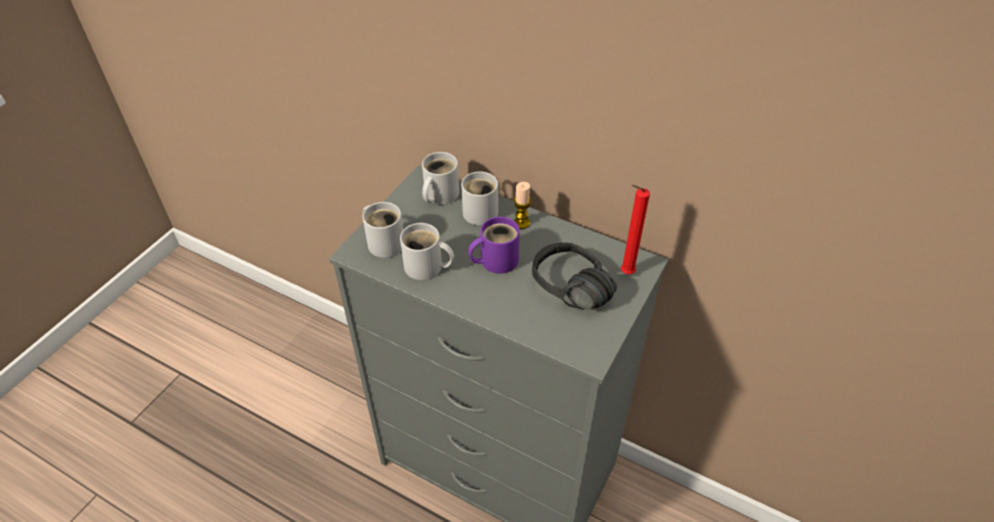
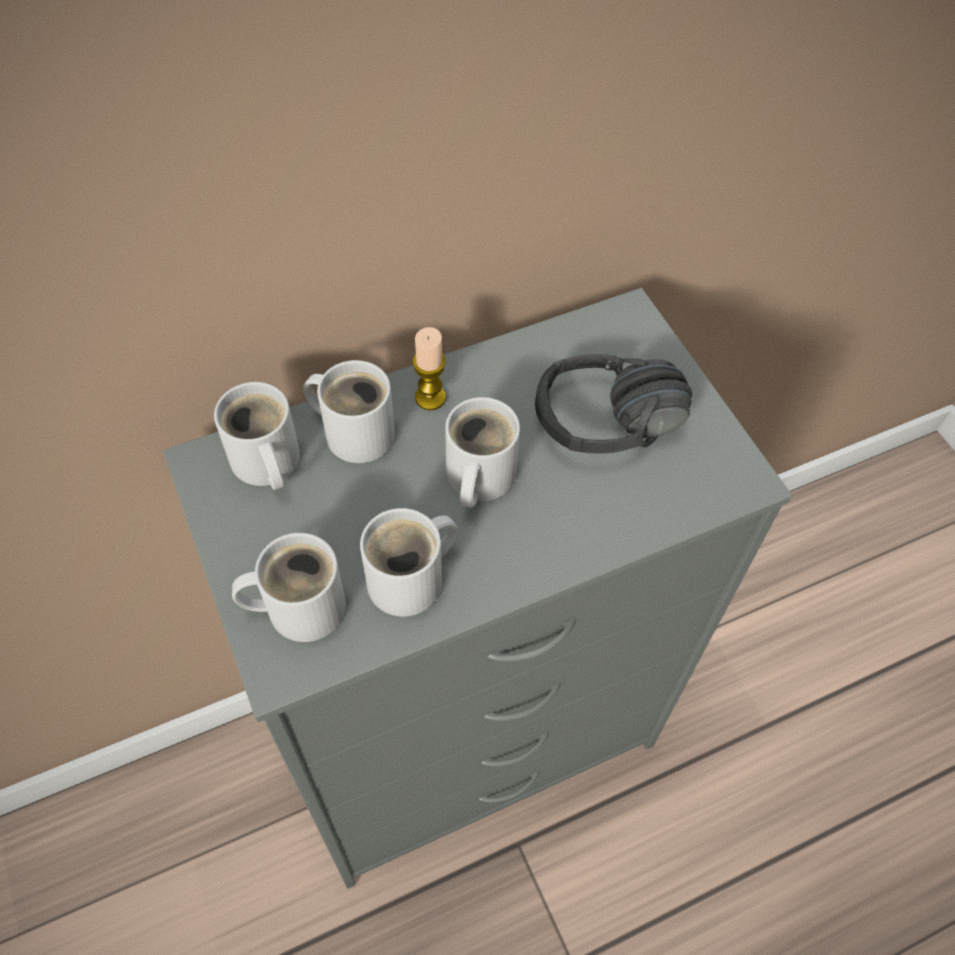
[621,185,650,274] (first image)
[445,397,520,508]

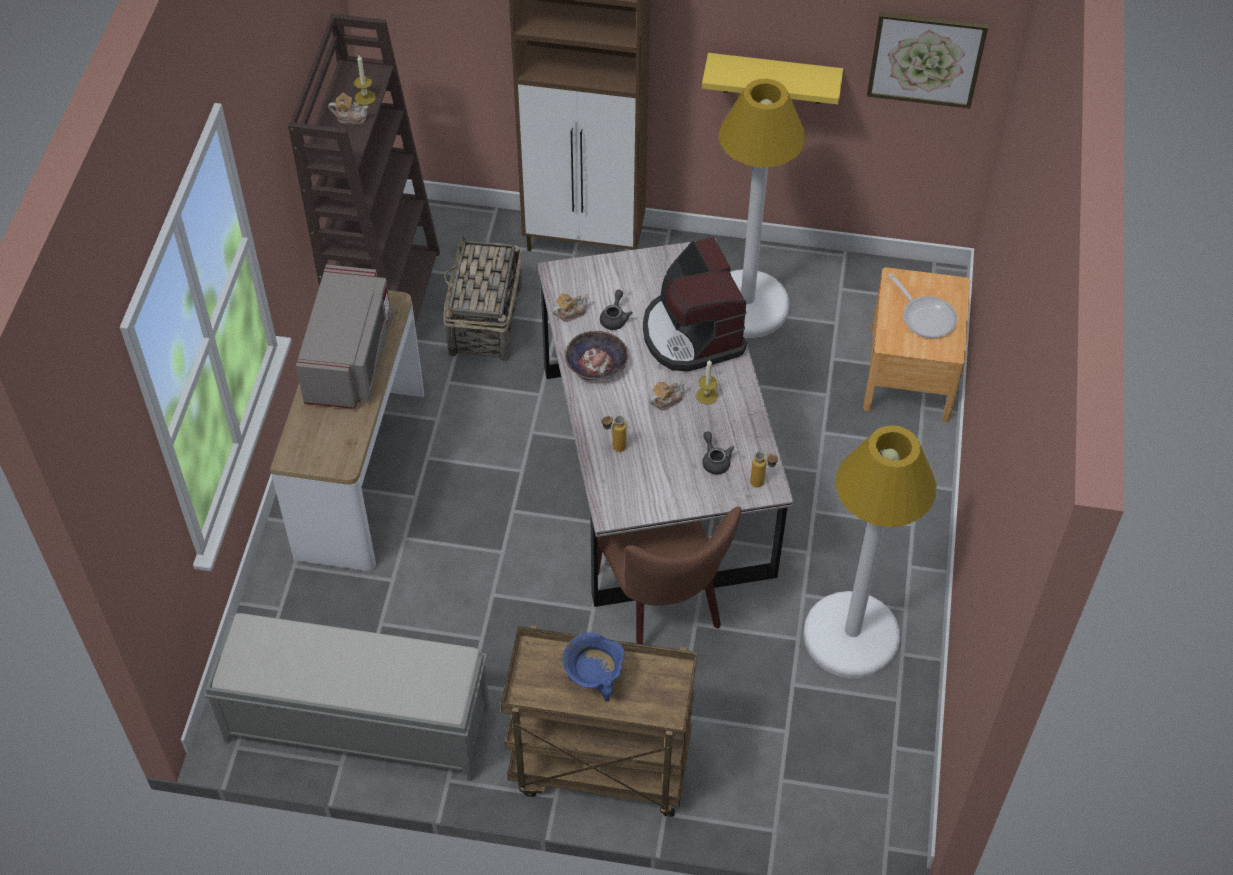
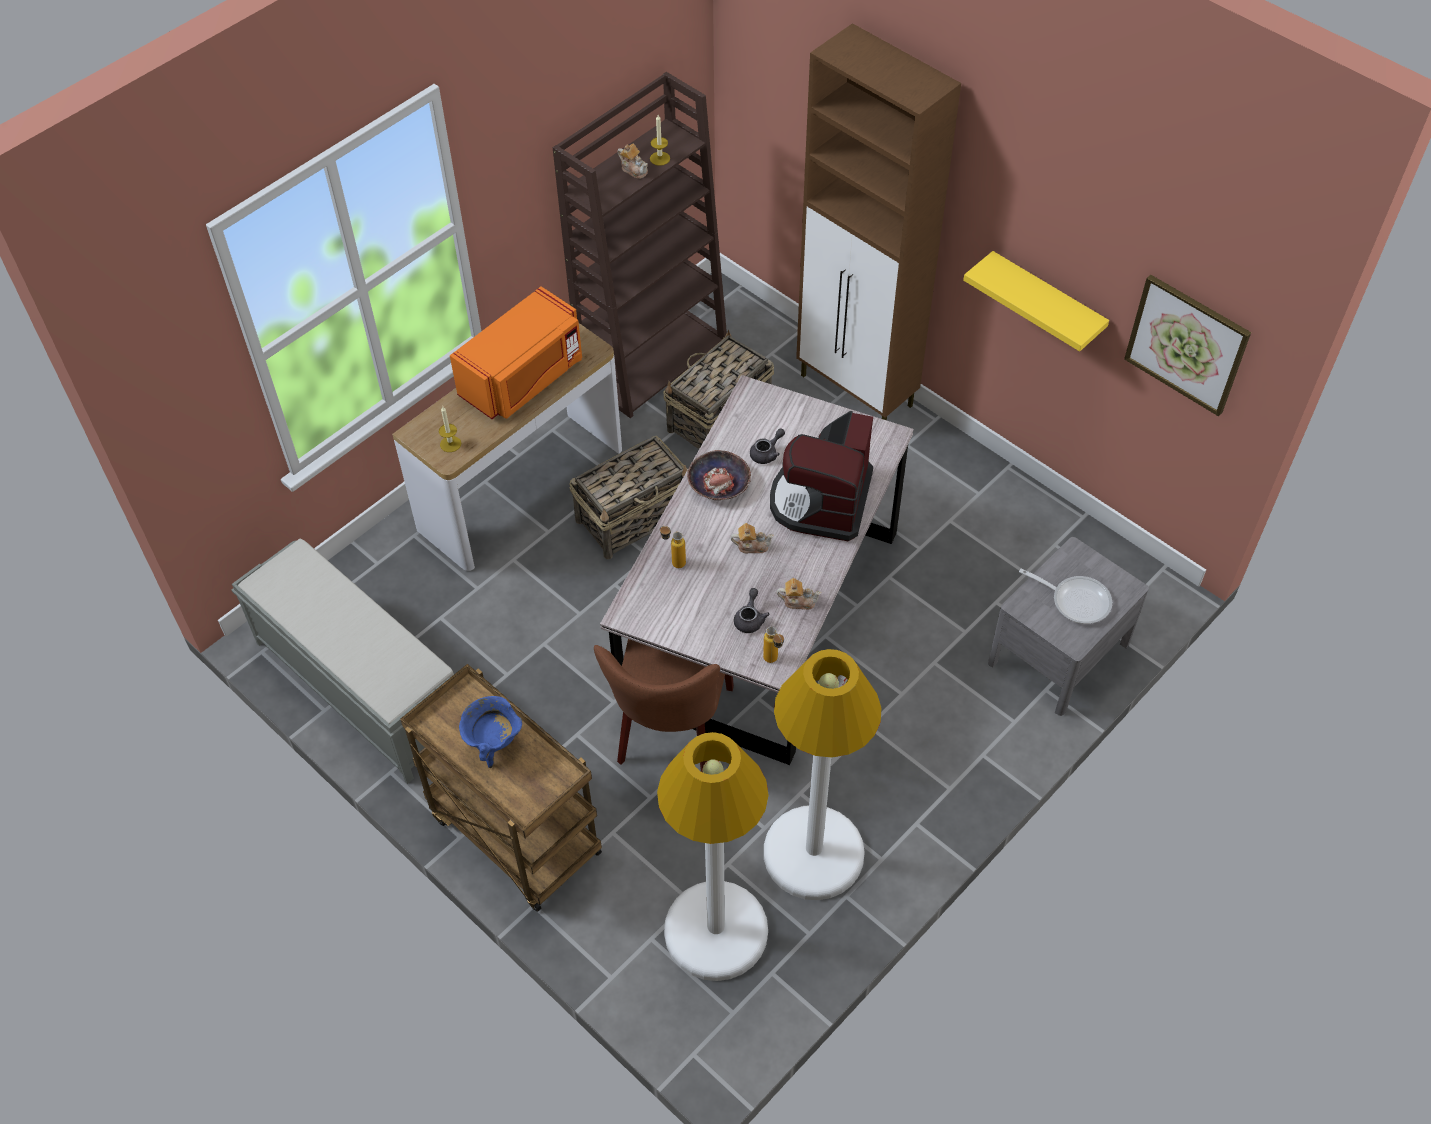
[657,732,769,981]
[450,286,582,419]
[988,537,1149,716]
[1019,569,1112,624]
[777,578,821,610]
[439,407,461,452]
[569,435,688,559]

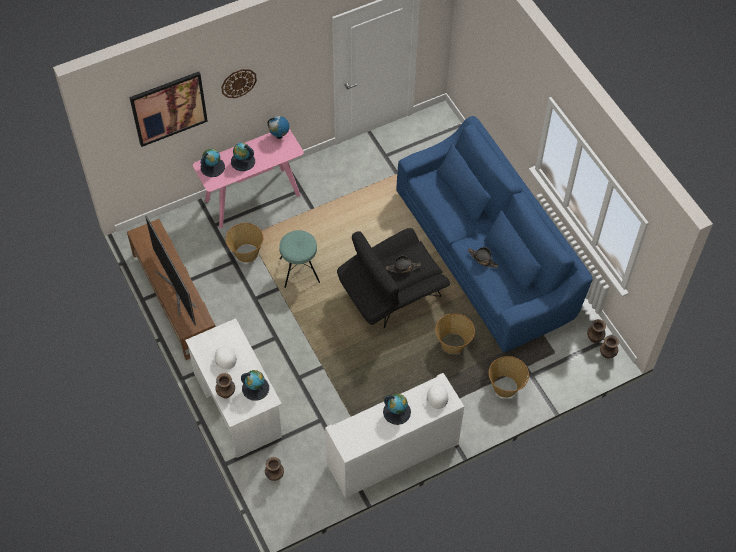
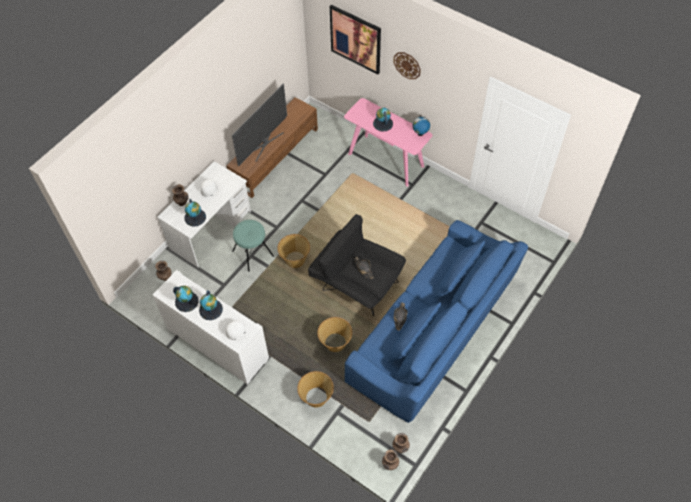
[173,286,199,312]
[277,234,310,268]
[232,220,274,272]

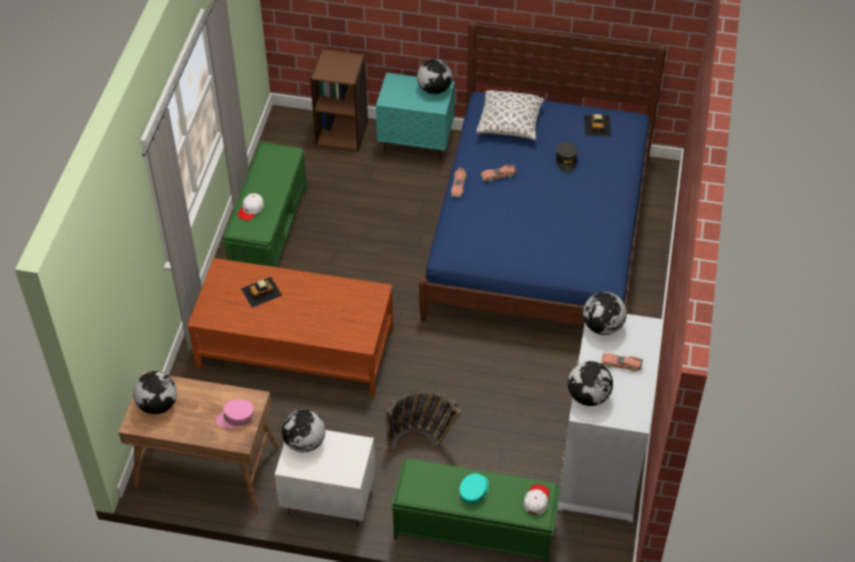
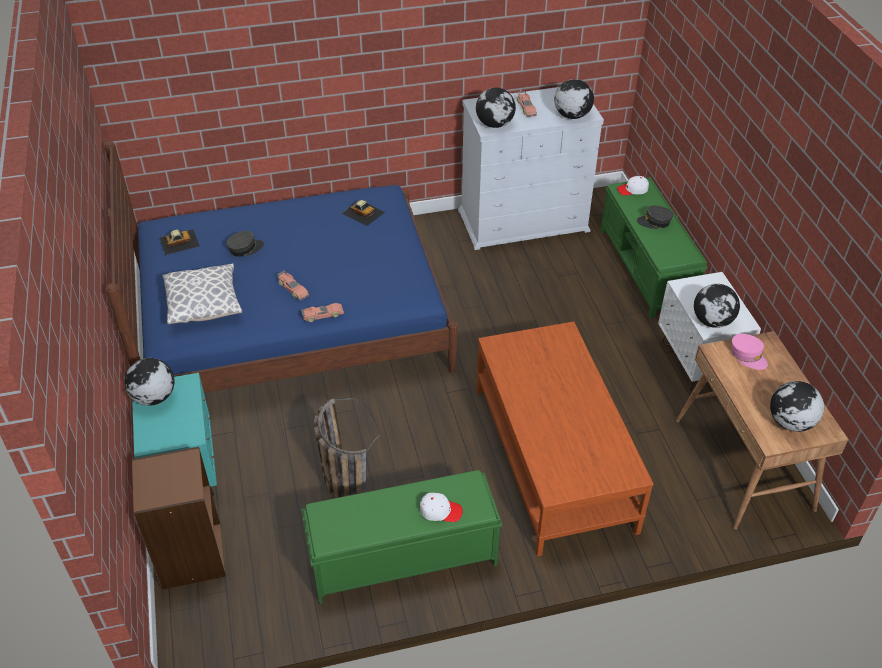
[342,200,385,226]
[314,397,380,498]
[637,206,673,229]

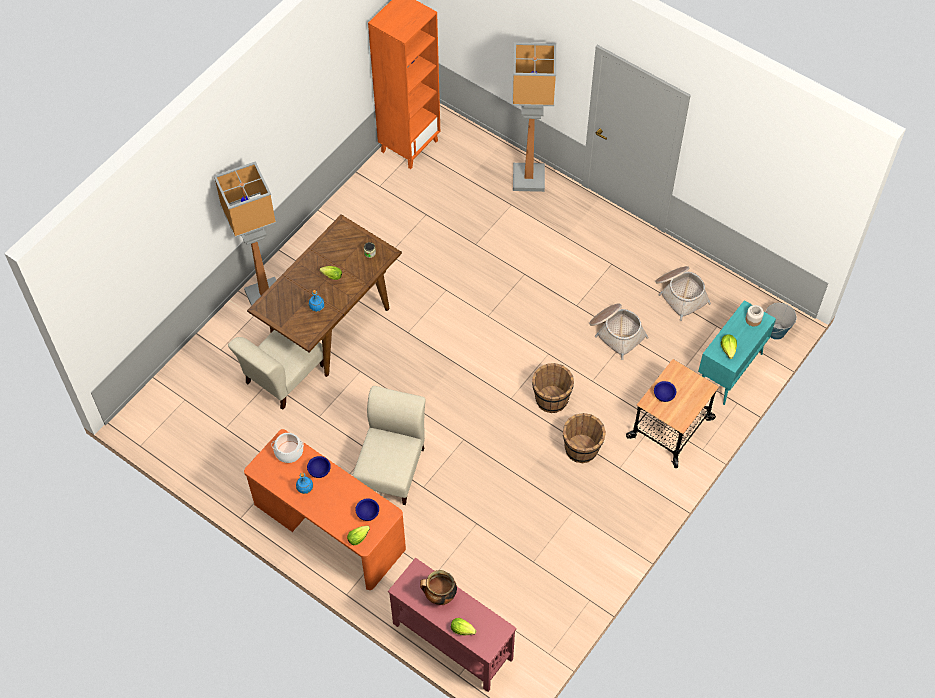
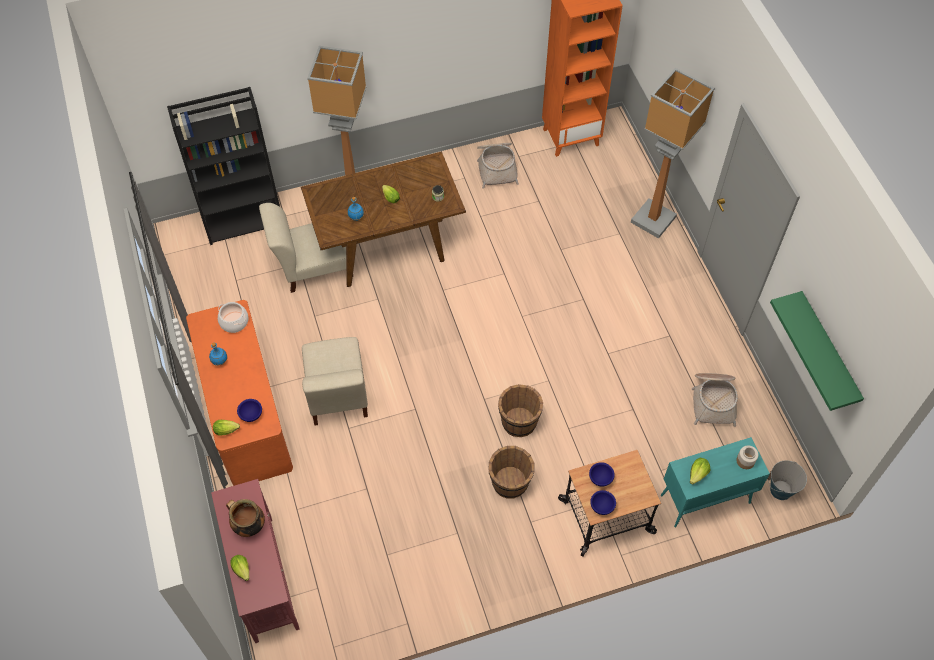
[477,143,519,189]
[302,337,368,426]
[590,490,616,515]
[167,87,280,245]
[770,291,864,411]

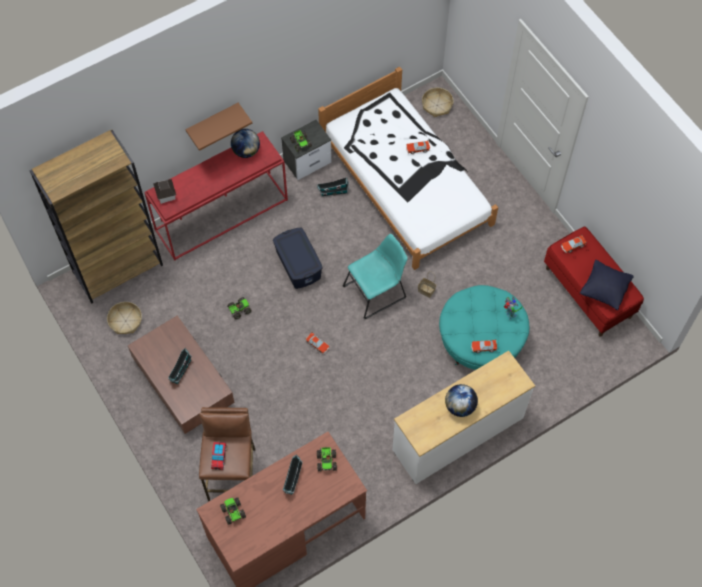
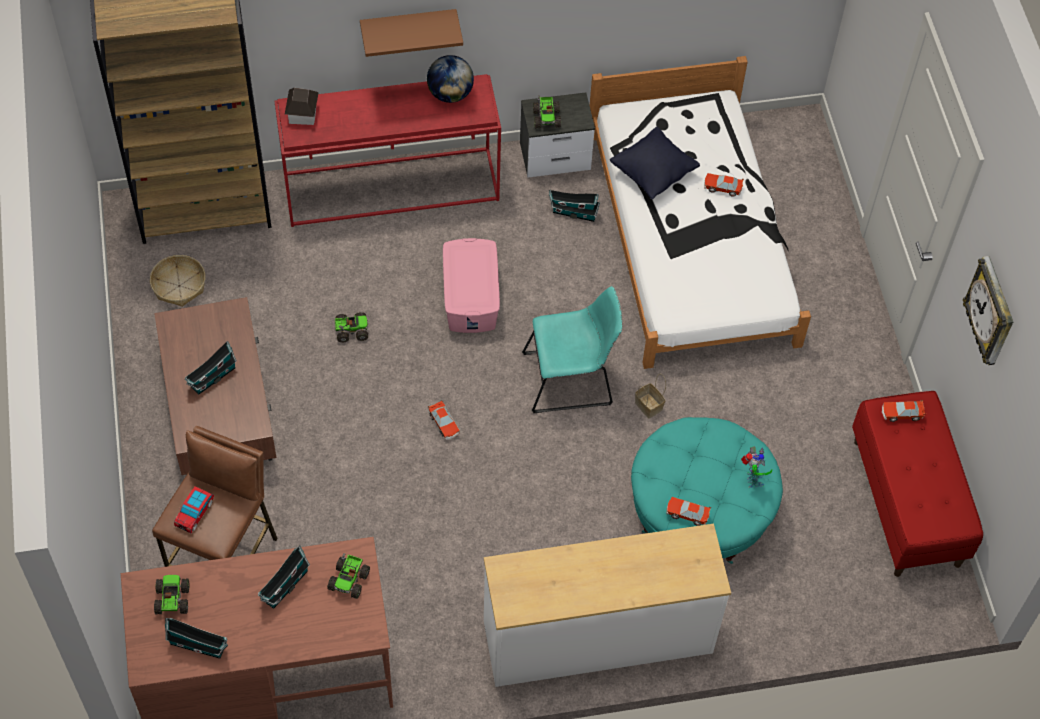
[422,88,454,117] (first image)
[443,238,500,333]
[610,127,700,199]
[445,384,478,417] (first image)
[963,256,1013,365]
[165,618,228,659]

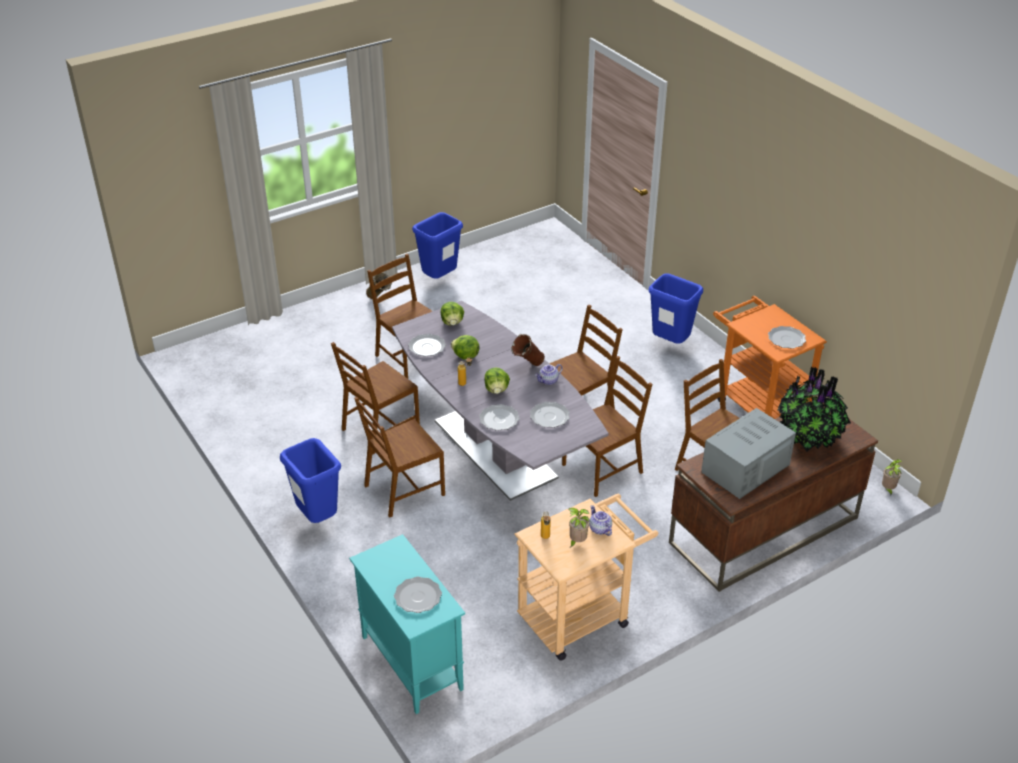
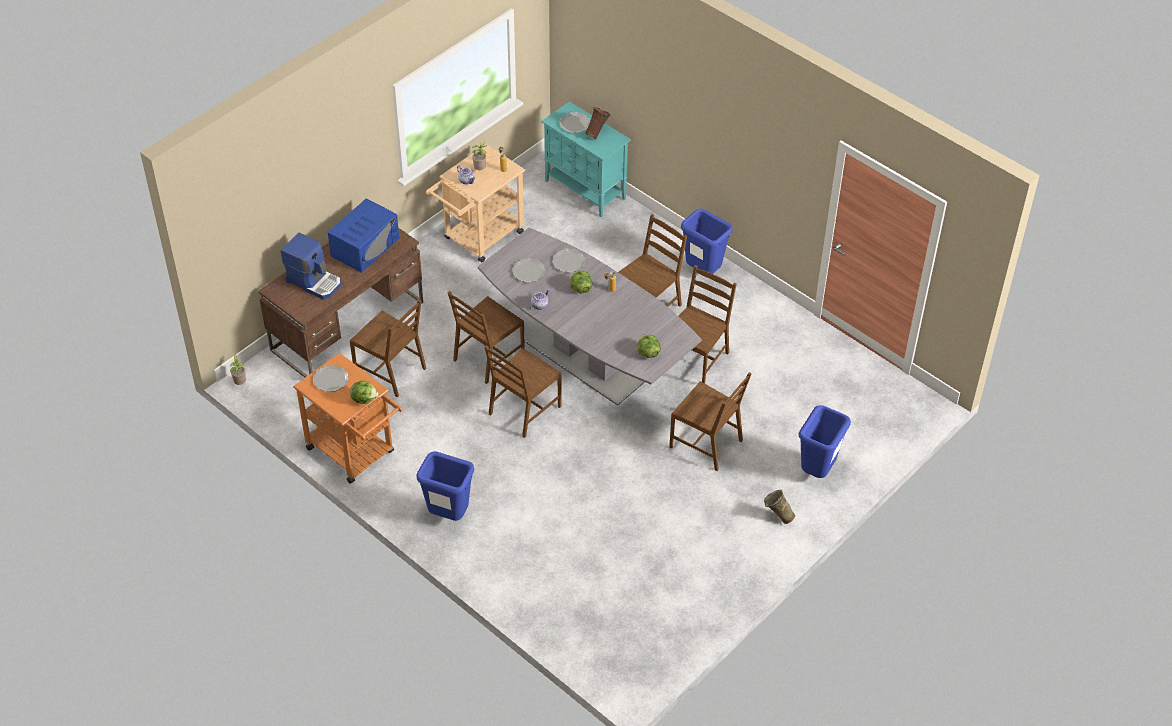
[798,405,851,478]
[408,334,446,357] (first image)
[585,107,611,139]
[350,380,378,404]
[281,233,341,300]
[328,198,399,273]

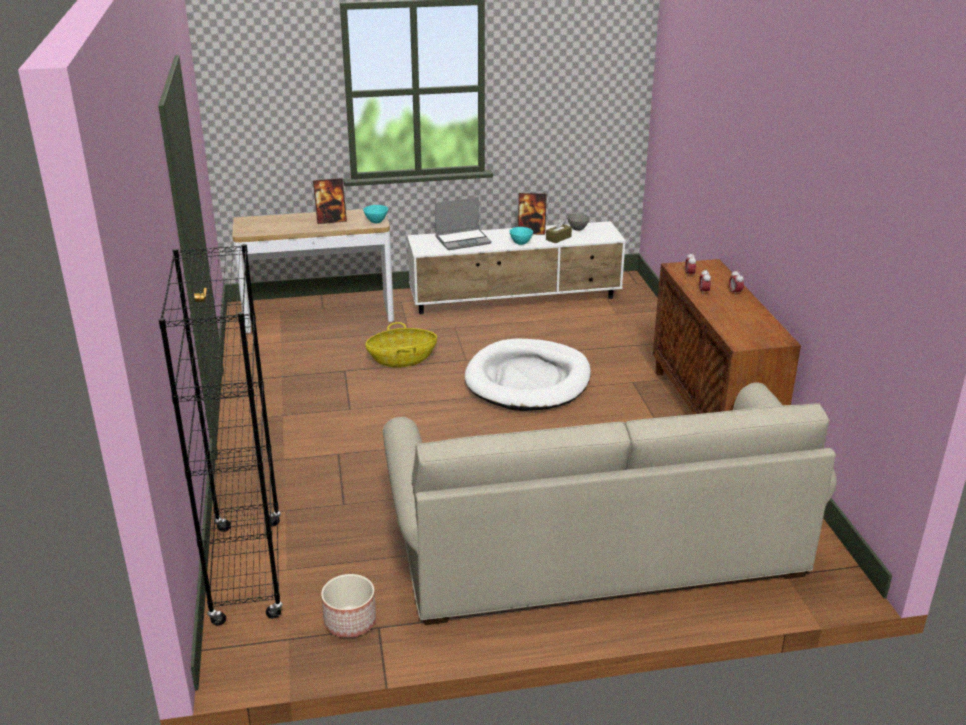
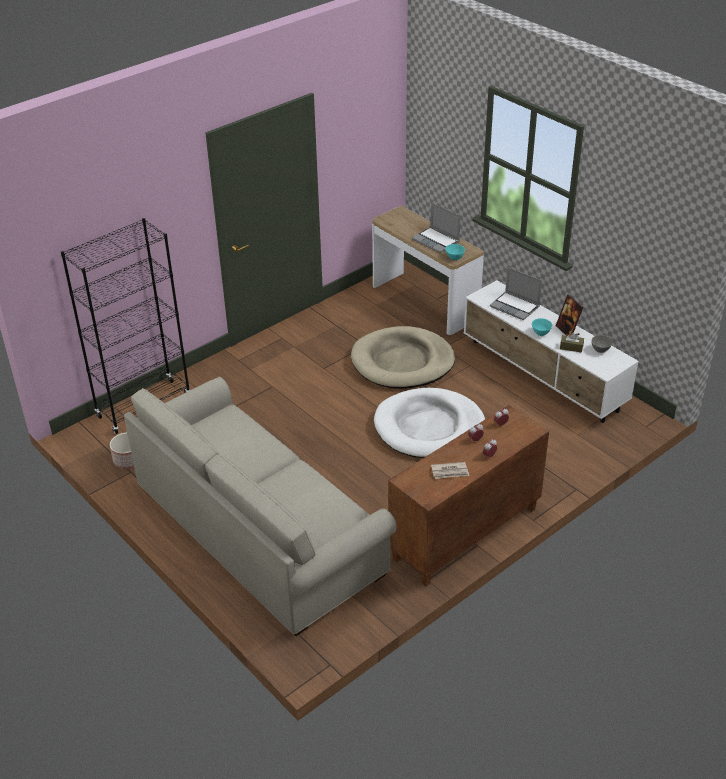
[412,202,461,253]
[351,326,455,389]
[431,462,469,479]

